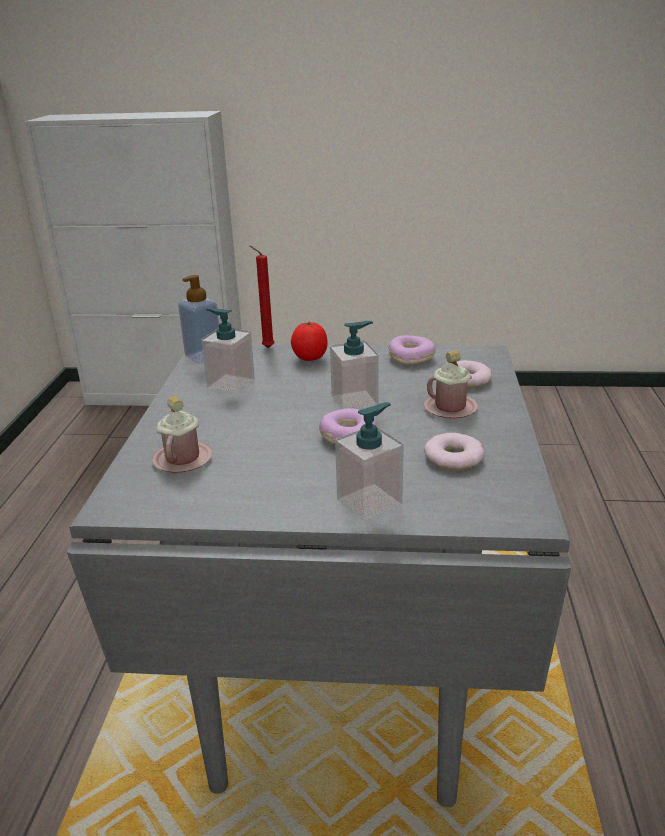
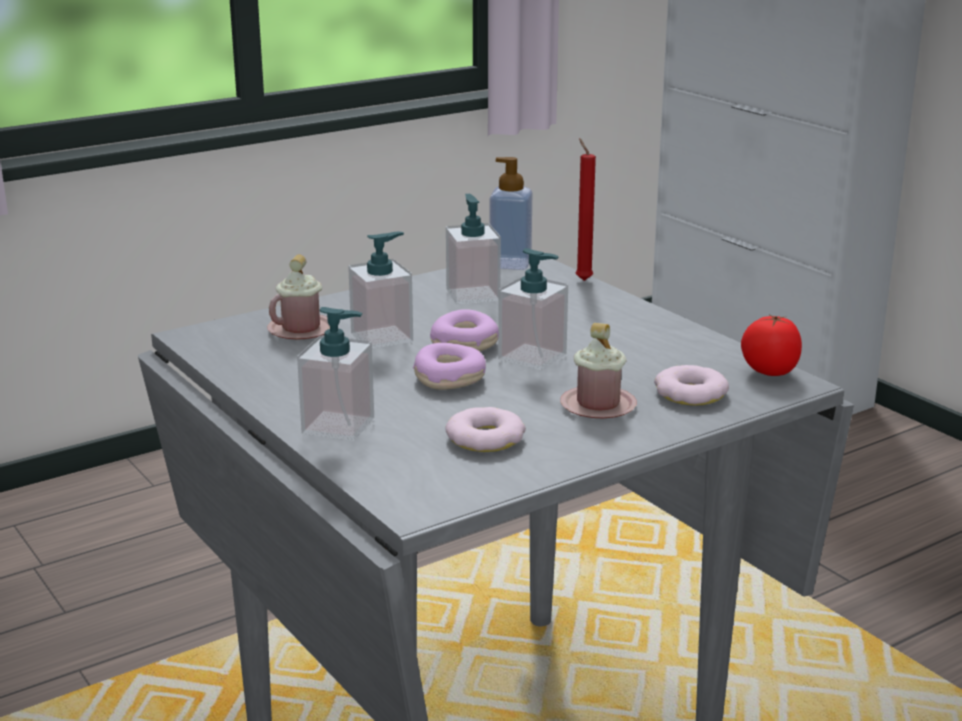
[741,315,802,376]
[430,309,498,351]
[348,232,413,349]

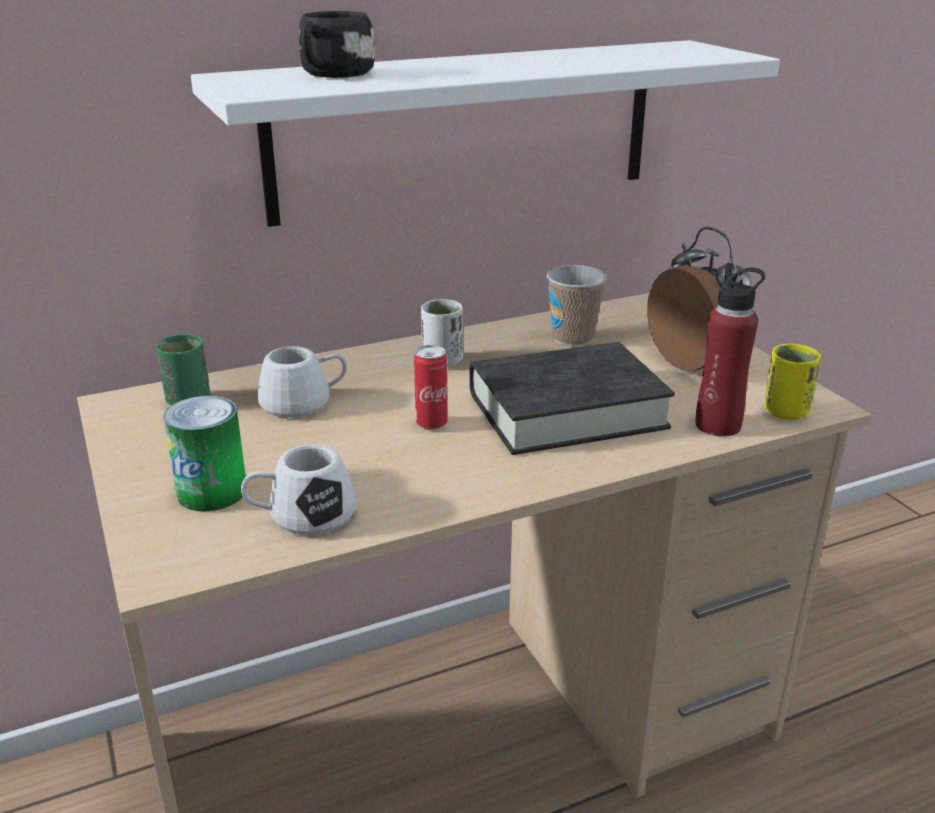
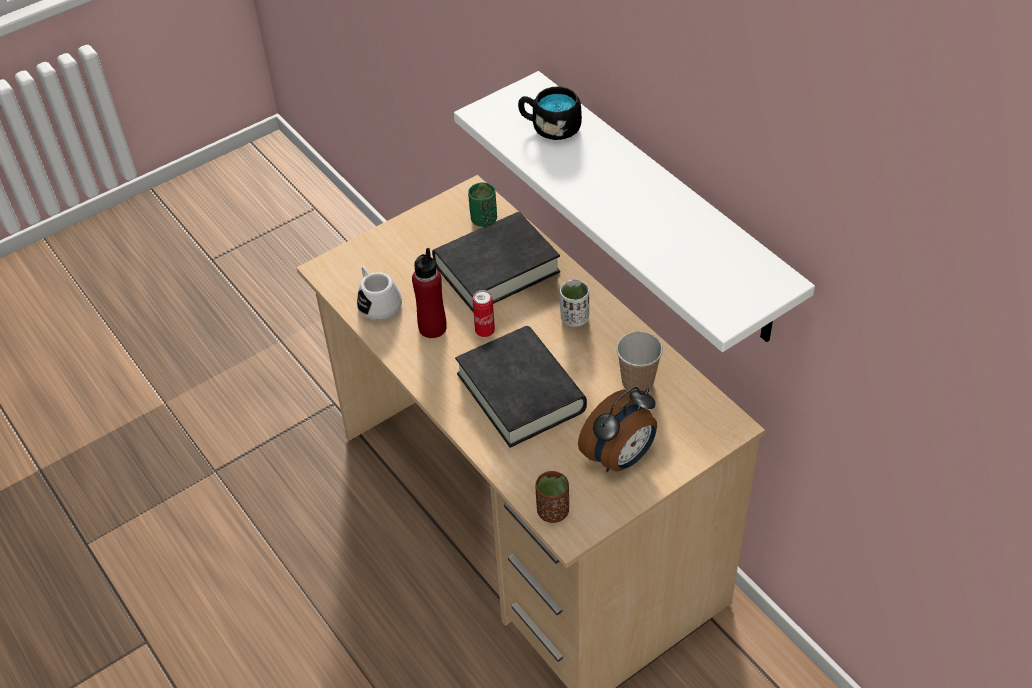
[412,248,447,338]
[536,471,569,523]
[432,212,560,312]
[163,396,246,511] (first image)

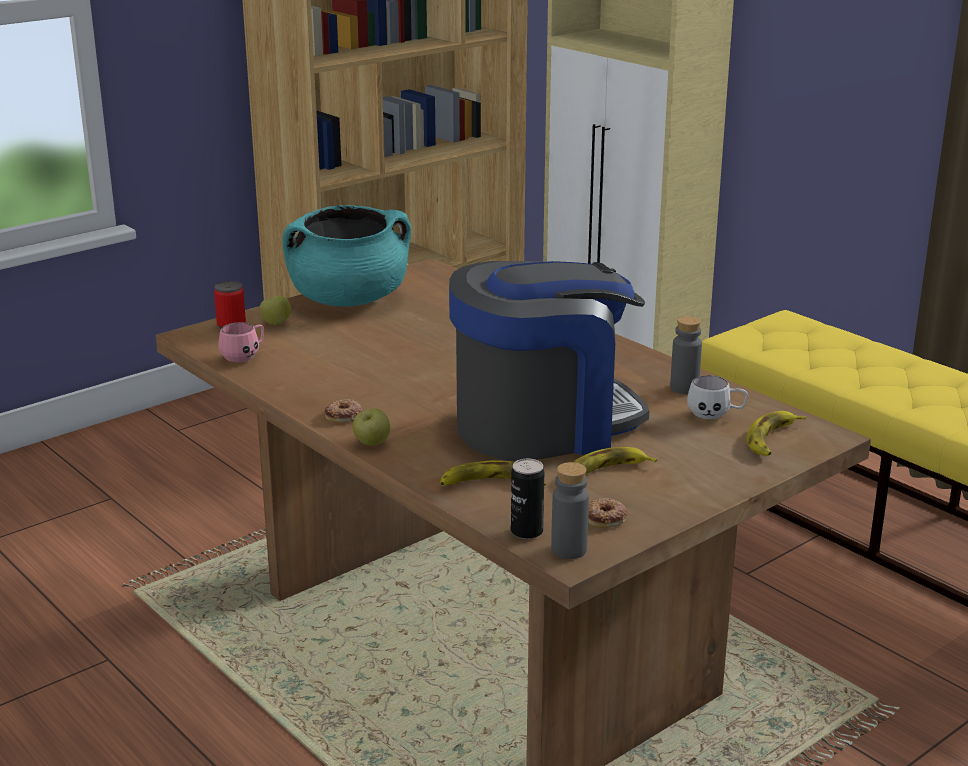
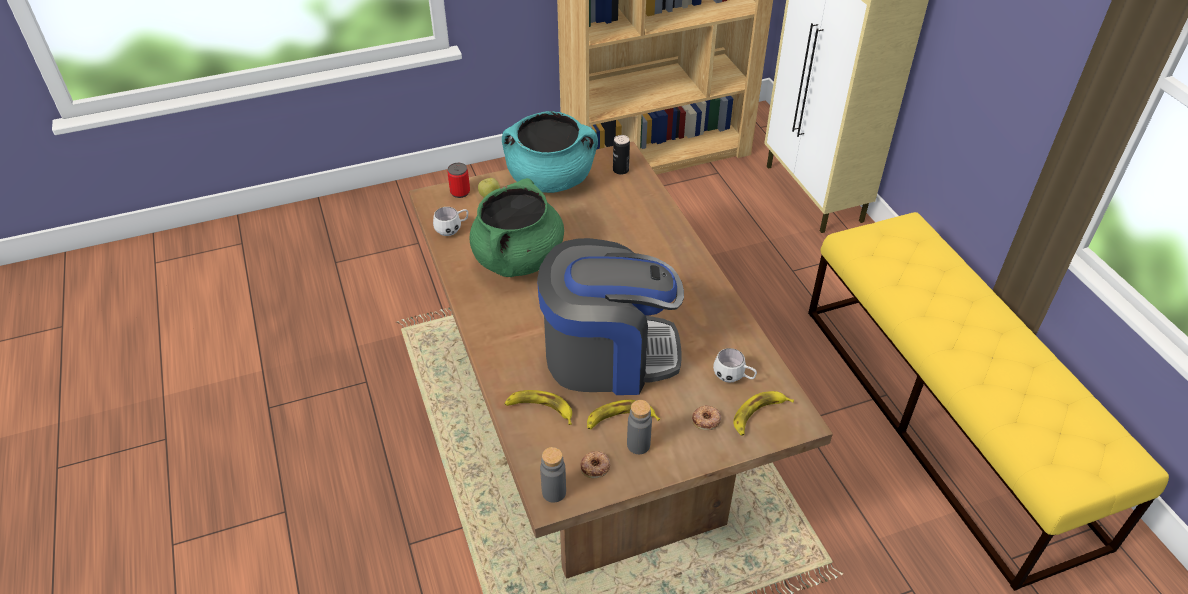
[627,400,652,454]
[433,207,468,236]
[692,405,721,430]
[353,408,391,446] (first image)
[613,135,630,175]
[470,178,564,277]

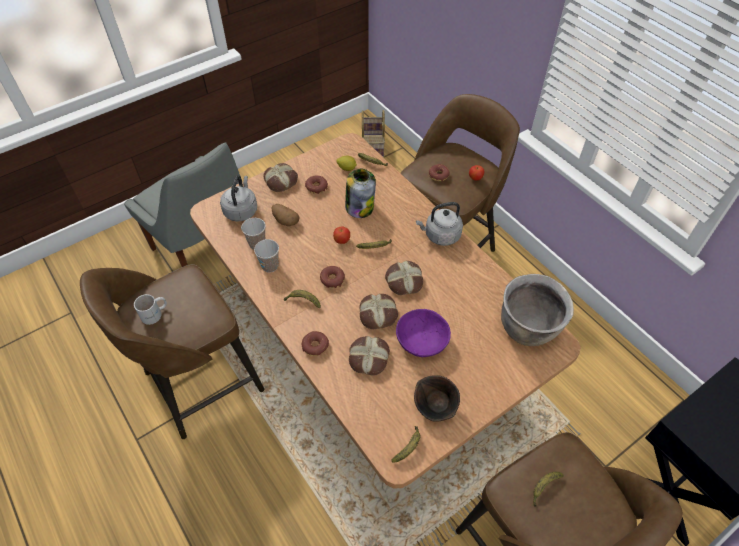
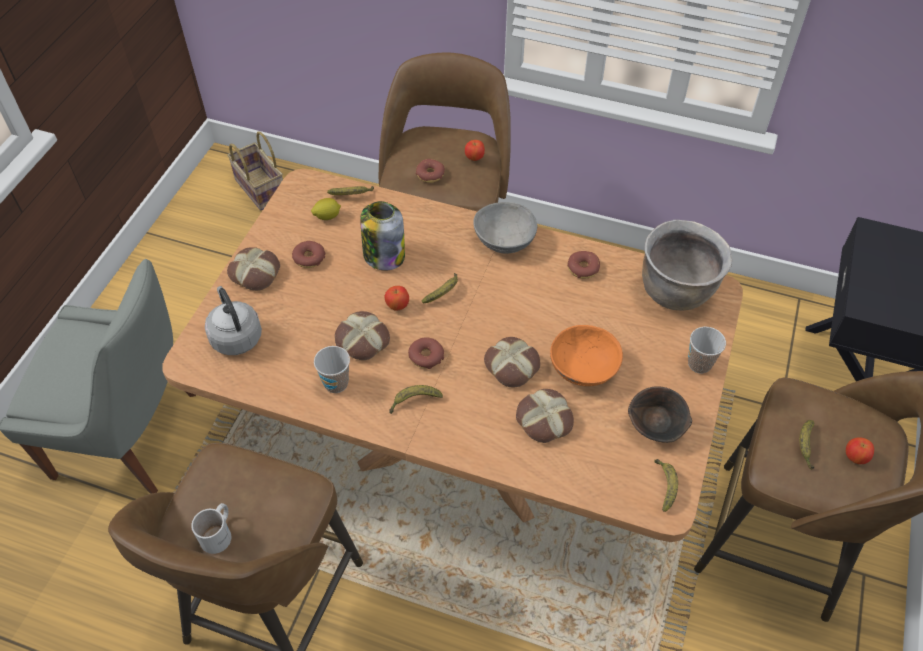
[473,202,537,254]
[272,204,300,226] (first image)
[688,327,726,374]
[335,311,390,360]
[550,325,623,386]
[567,251,600,279]
[846,437,874,464]

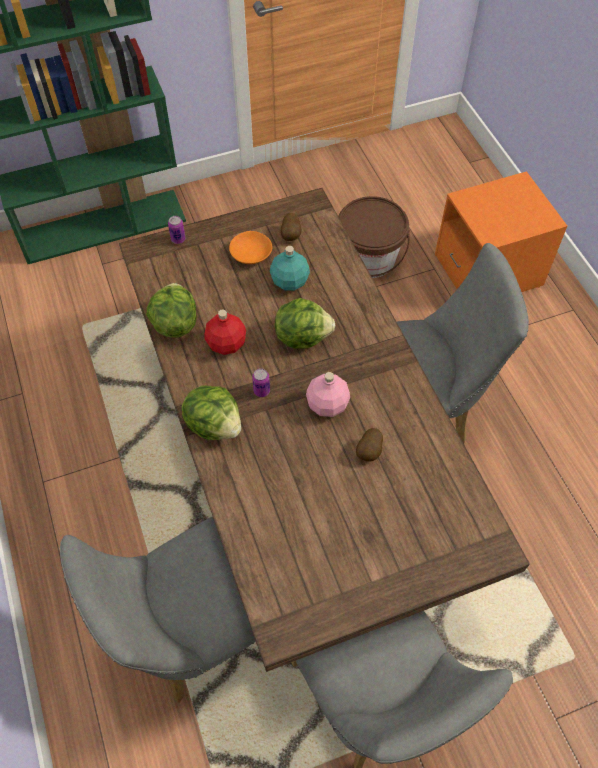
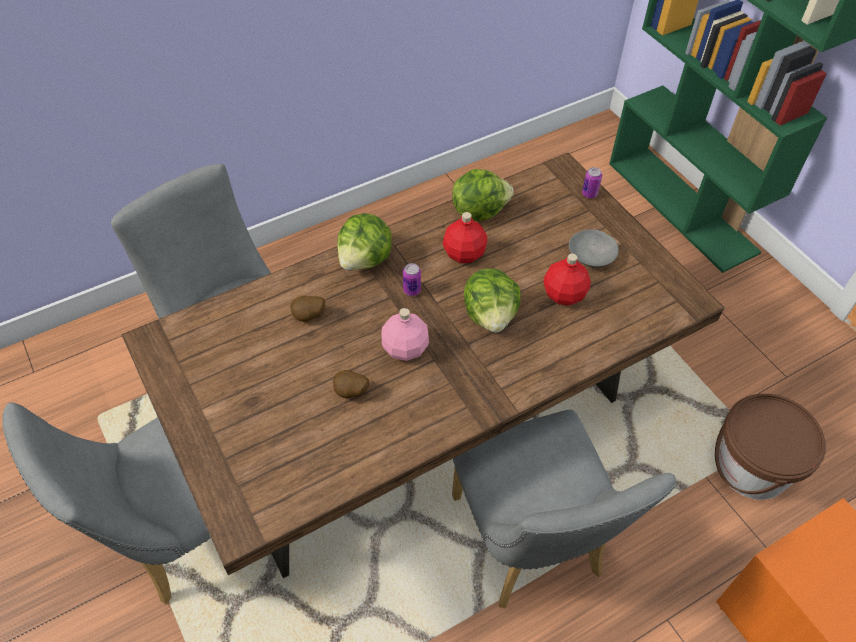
[290,296,325,322]
[569,229,619,267]
[543,253,591,306]

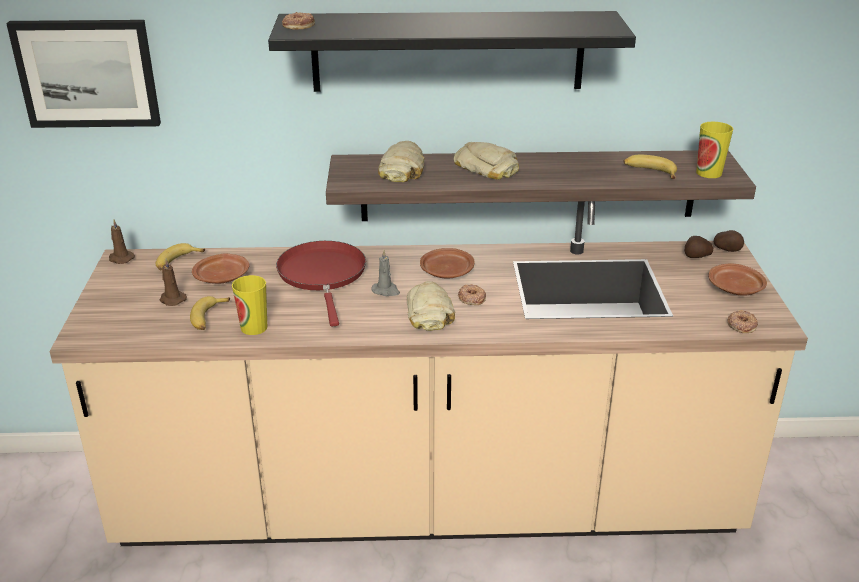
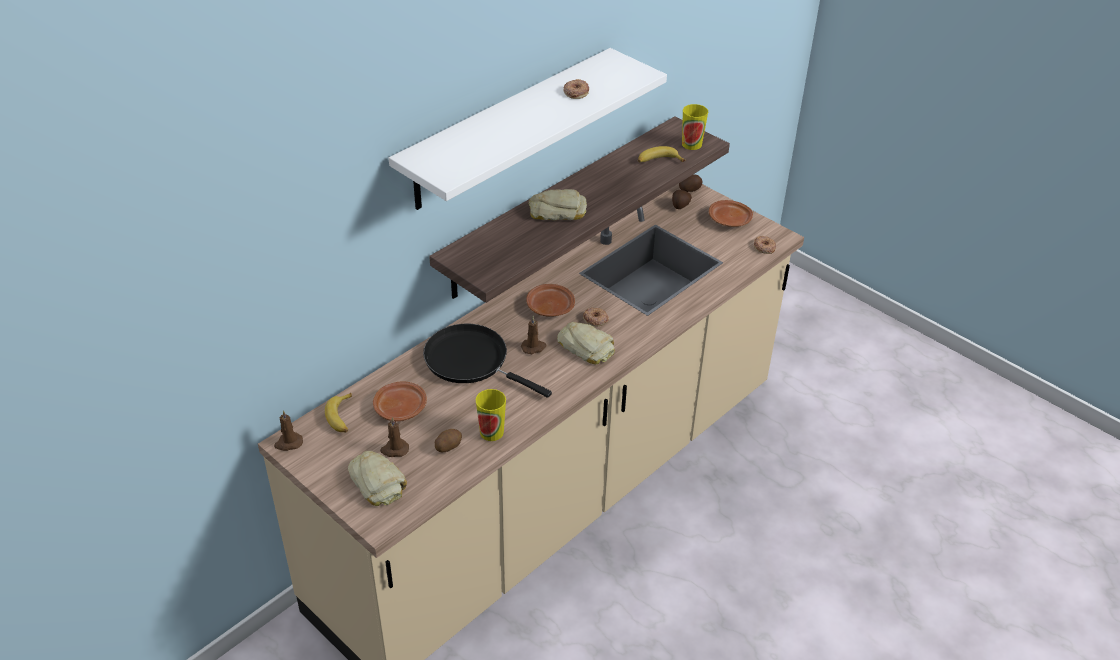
[389,48,667,210]
[564,79,589,99]
[6,20,161,128] (first image)
[348,451,407,506]
[423,324,552,398]
[521,316,547,354]
[435,429,462,453]

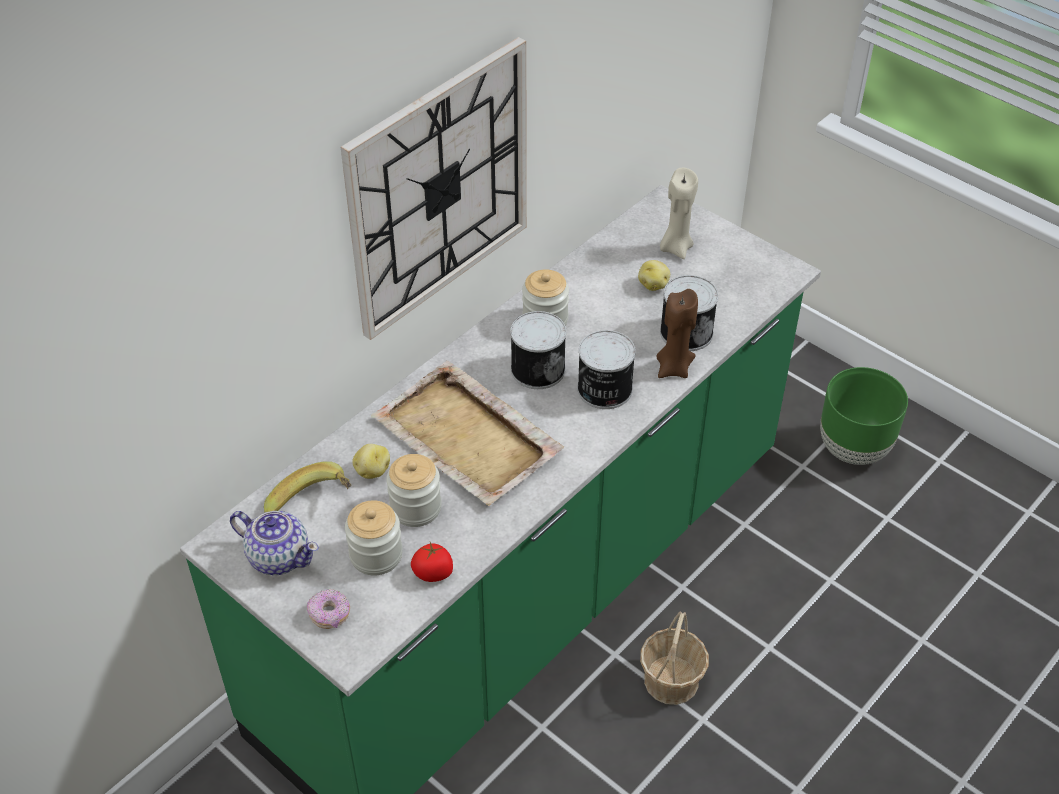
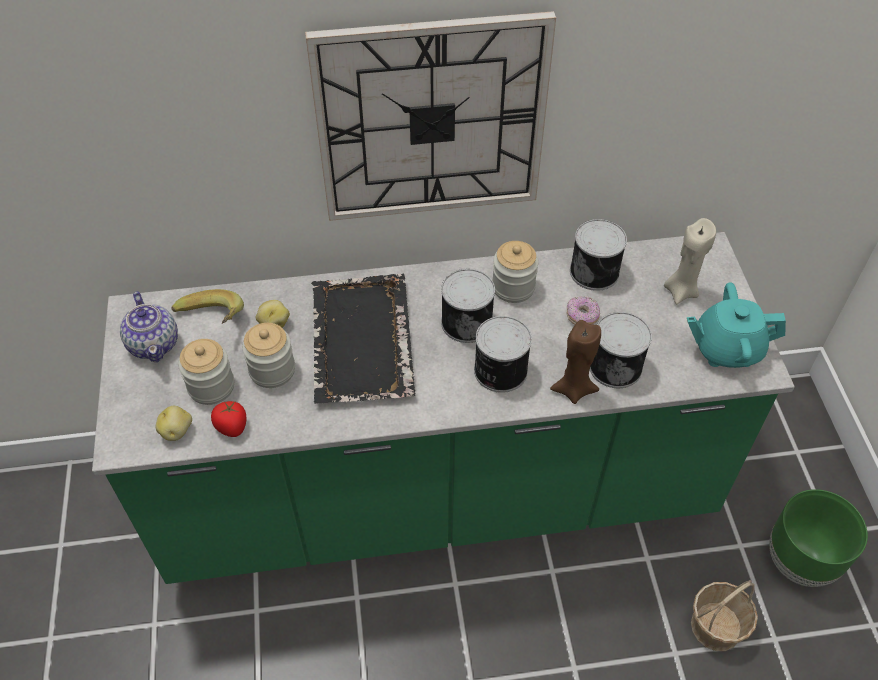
[155,406,192,441]
[311,274,415,404]
[567,296,600,325]
[691,580,758,651]
[570,219,627,291]
[687,283,786,368]

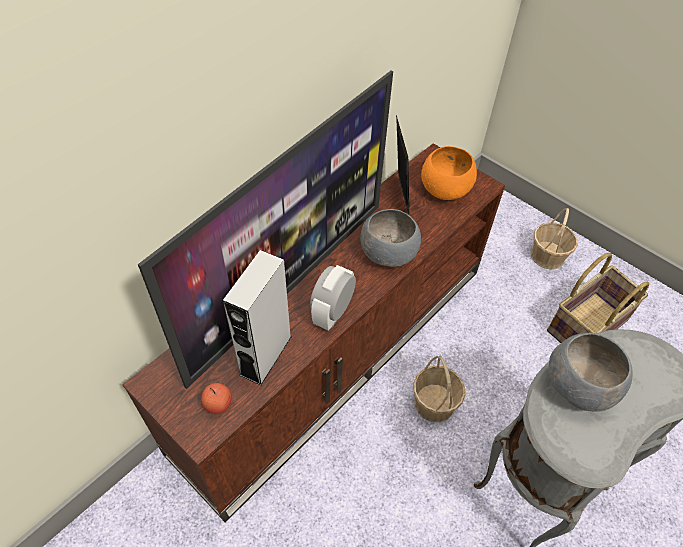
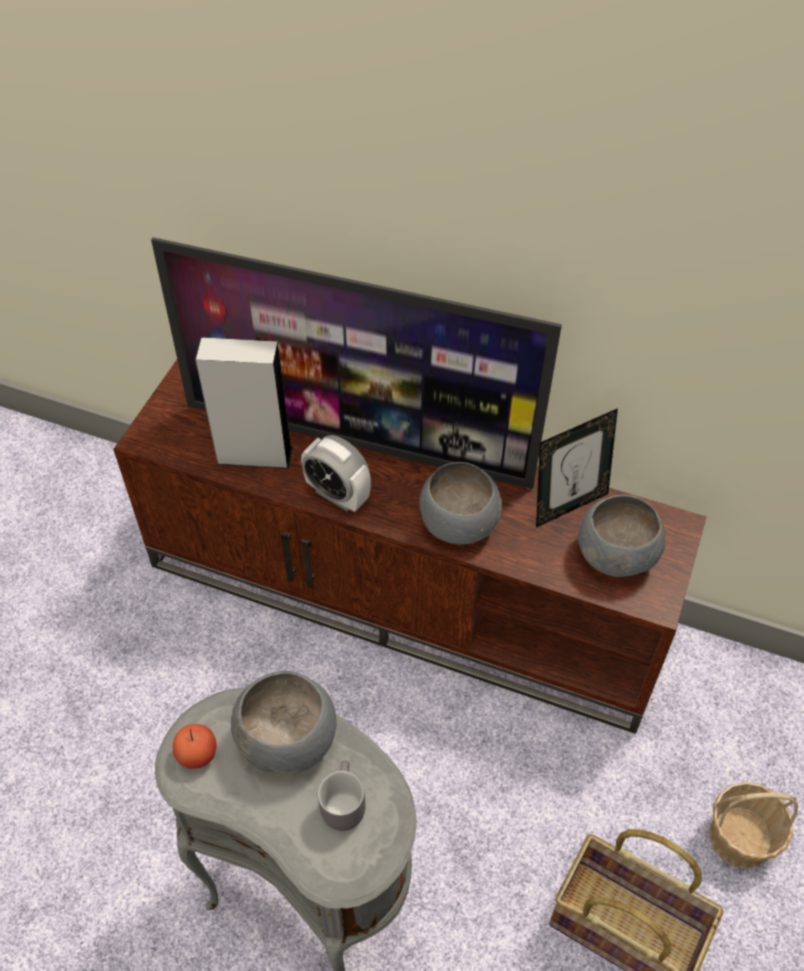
[578,495,666,577]
[301,435,371,512]
[413,355,465,422] (first image)
[173,724,217,769]
[318,760,365,831]

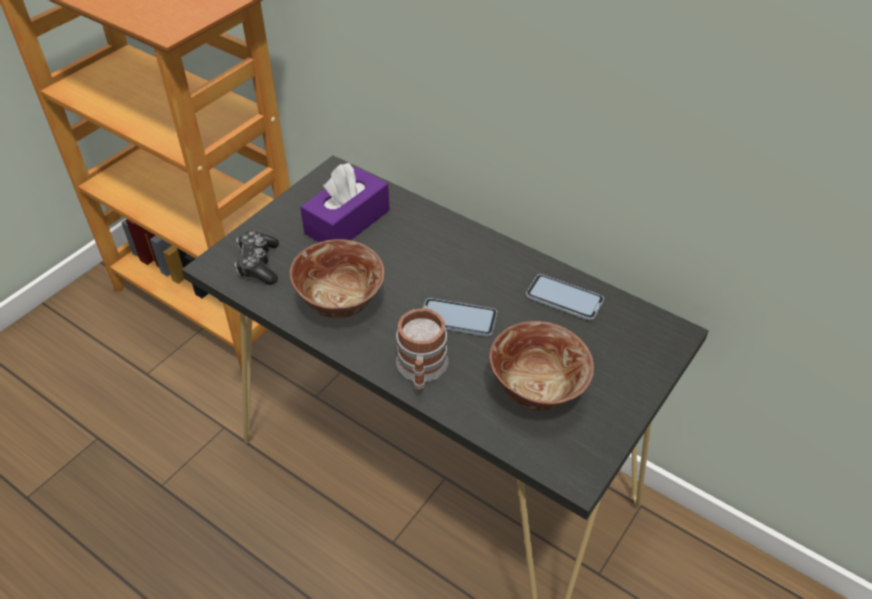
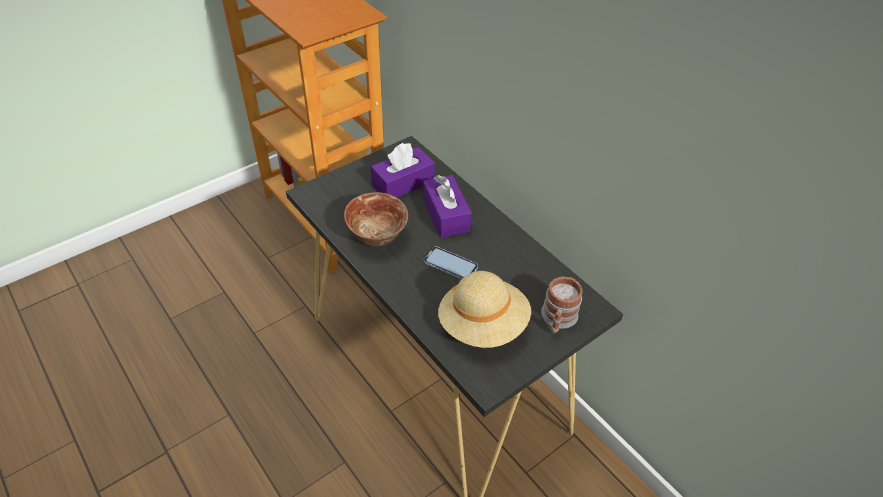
[234,230,279,285] (first image)
[526,274,604,320] (first image)
[541,277,583,334]
[438,271,531,348]
[423,175,472,238]

